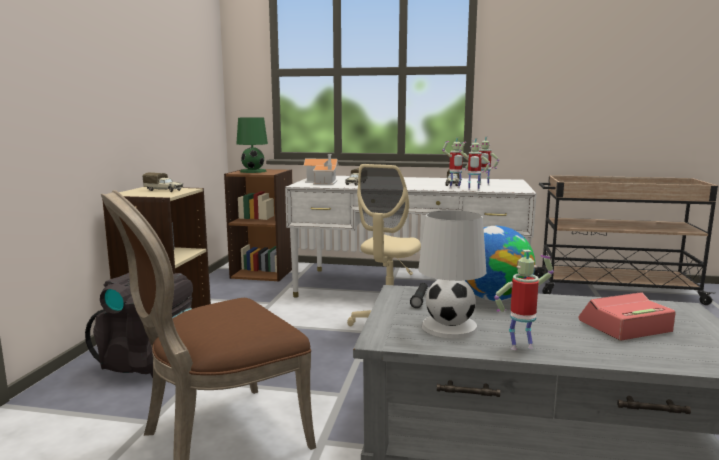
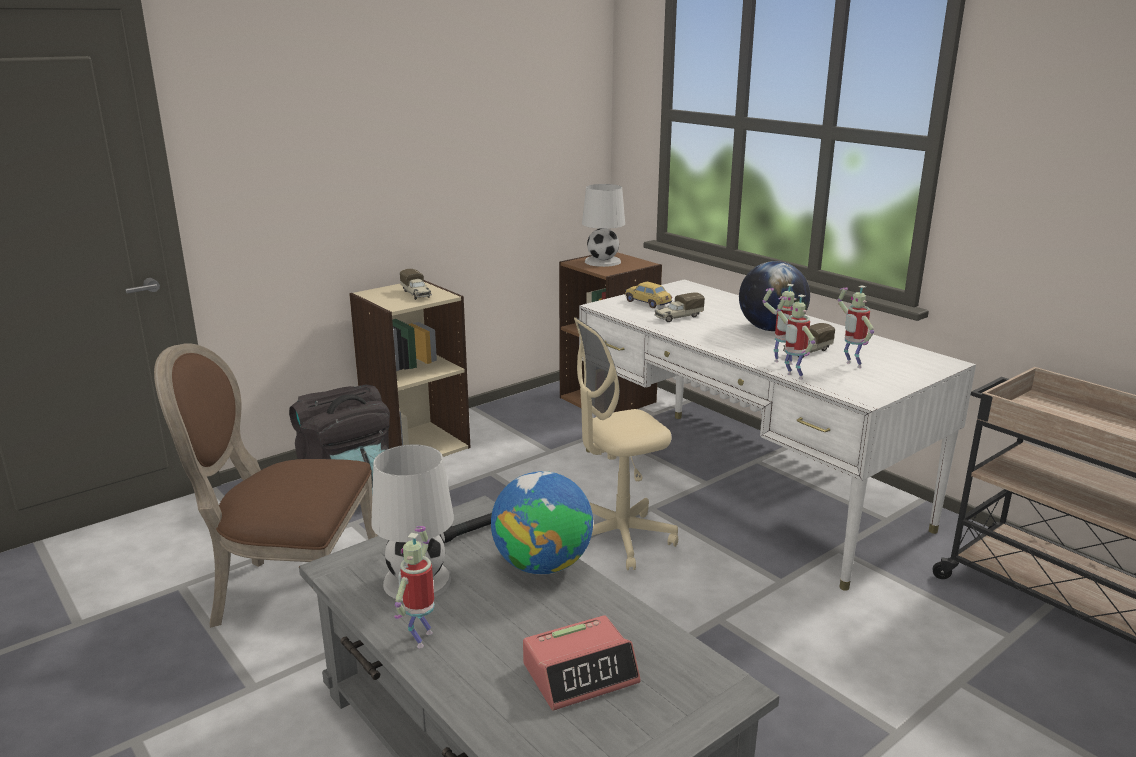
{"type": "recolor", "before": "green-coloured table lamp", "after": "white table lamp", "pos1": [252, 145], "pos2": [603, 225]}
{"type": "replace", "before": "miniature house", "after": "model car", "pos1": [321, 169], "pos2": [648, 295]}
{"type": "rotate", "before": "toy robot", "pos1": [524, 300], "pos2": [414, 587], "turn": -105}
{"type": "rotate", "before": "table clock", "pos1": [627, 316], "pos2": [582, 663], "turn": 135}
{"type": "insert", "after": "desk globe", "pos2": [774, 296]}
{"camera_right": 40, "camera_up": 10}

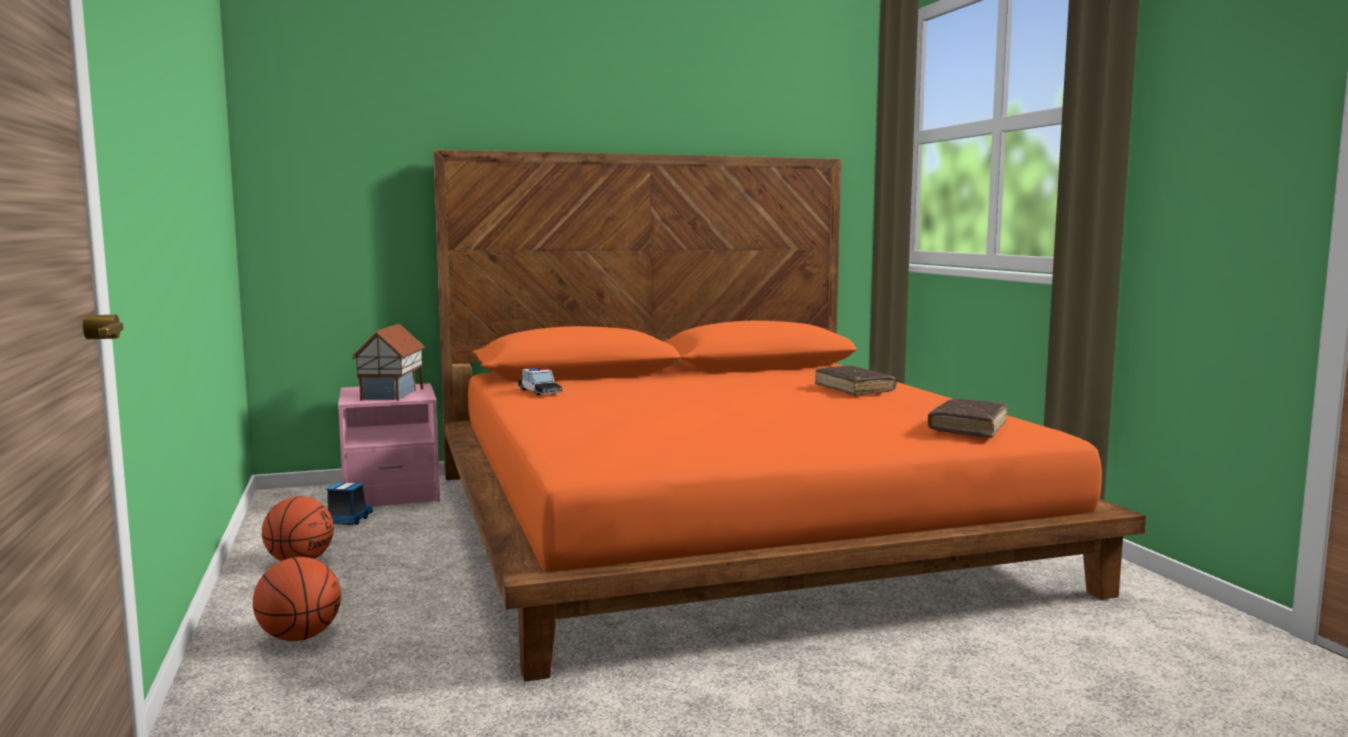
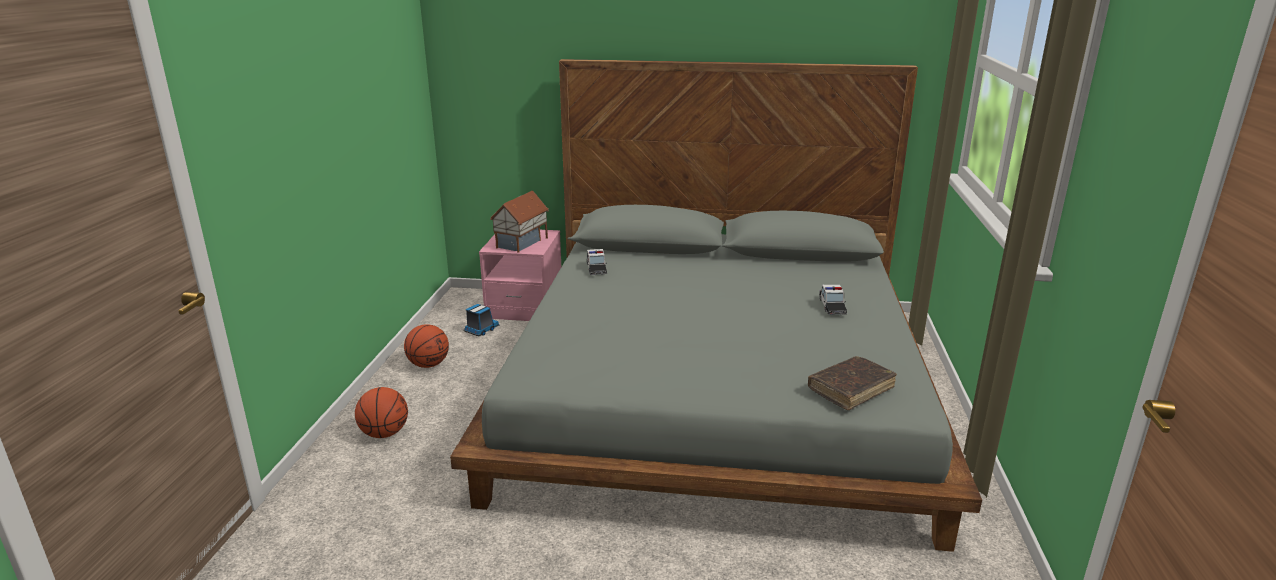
{"type": "recolor", "before": "orangey sleeping bed", "after": "grey sleeping bed", "pos1": [789, 415], "pos2": [716, 305]}
{"type": "replace", "before": "brownish bound book", "after": "model car", "pos1": [856, 380], "pos2": [833, 300]}
{"camera_right": 25, "camera_up": 15}

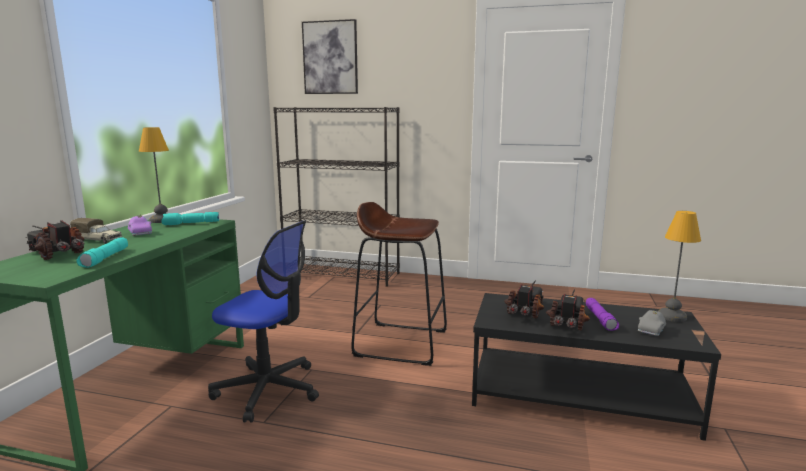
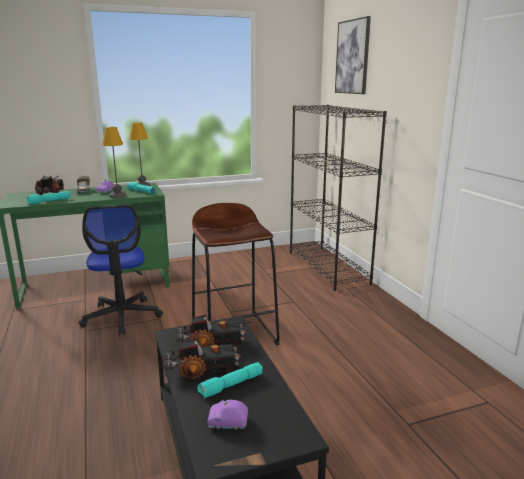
{"type": "recolor", "before": "purple-coloured hand torch", "after": "blue-green hand torch", "pos1": [602, 314], "pos2": [230, 380]}
{"type": "recolor", "before": "grey model car", "after": "purple-coloured model car", "pos1": [652, 323], "pos2": [227, 415]}
{"type": "move", "before": "table lamp", "pos1": [679, 266], "pos2": [114, 162]}
{"camera_right": 55, "camera_up": 5}

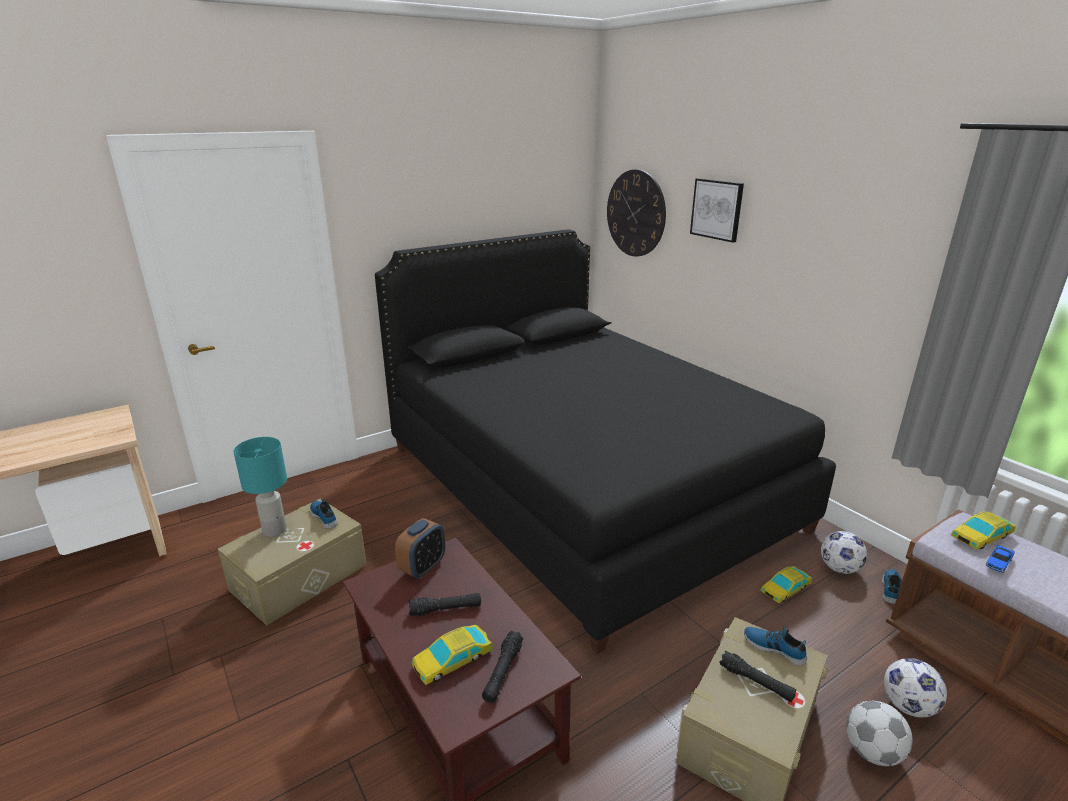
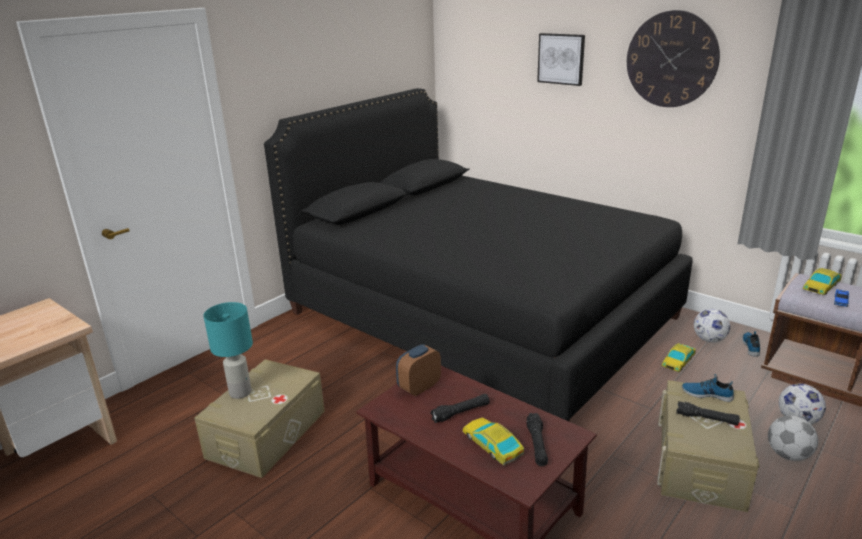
{"type": "delete", "before": "item of footwear", "pos1": [324, 513]}
{"type": "rotate", "before": "table clock", "pos1": [420, 548], "pos2": [418, 370], "turn": -150}
{"type": "rotate", "before": "model car", "pos1": [452, 655], "pos2": [493, 442], "turn": 105}
{"type": "move", "before": "clock on the wall", "pos1": [636, 213], "pos2": [673, 58]}
{"camera_right": -15, "camera_up": 0}

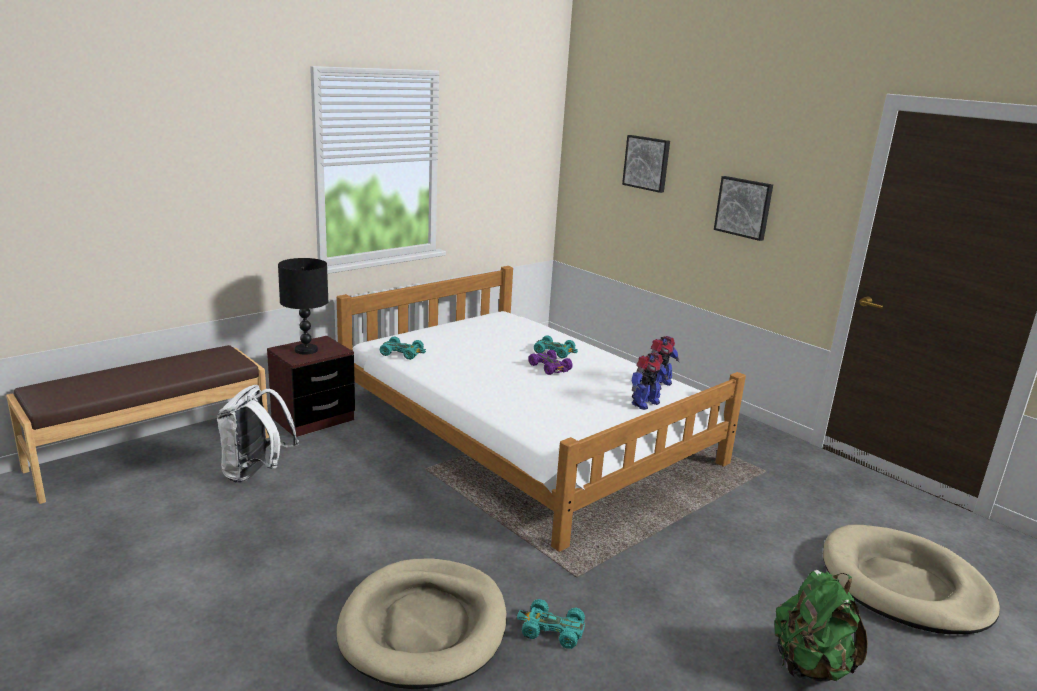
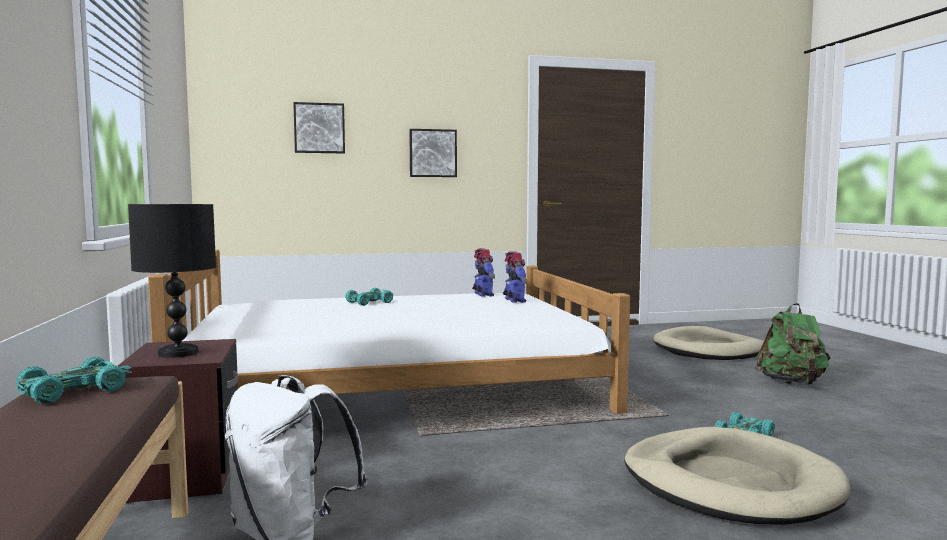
{"type": "move", "before": "blue-green model car", "pos1": [403, 348], "pos2": [73, 380]}
{"type": "delete", "before": "purple-coloured model car", "pos1": [550, 362]}
{"camera_right": -60, "camera_up": -15}

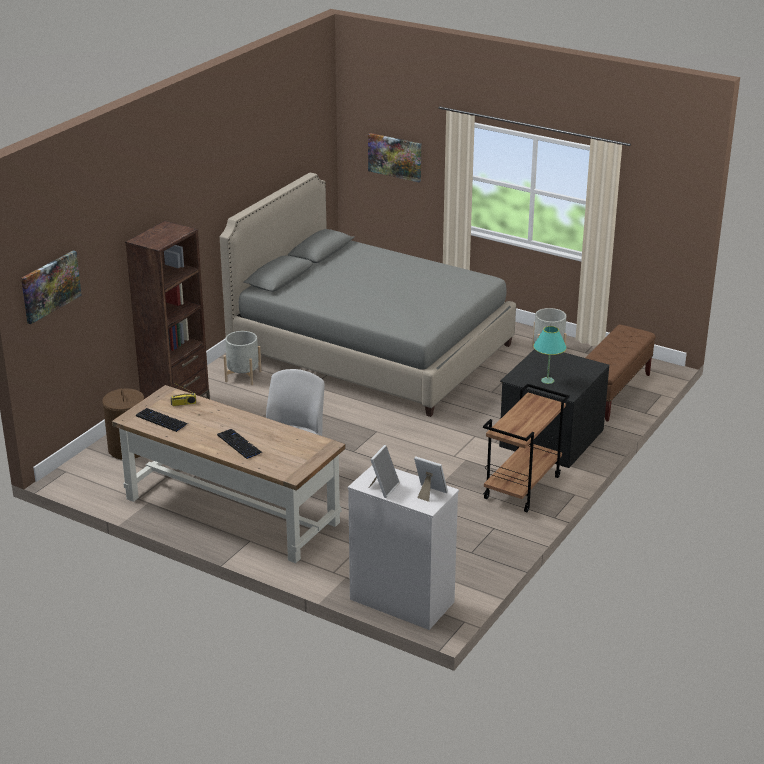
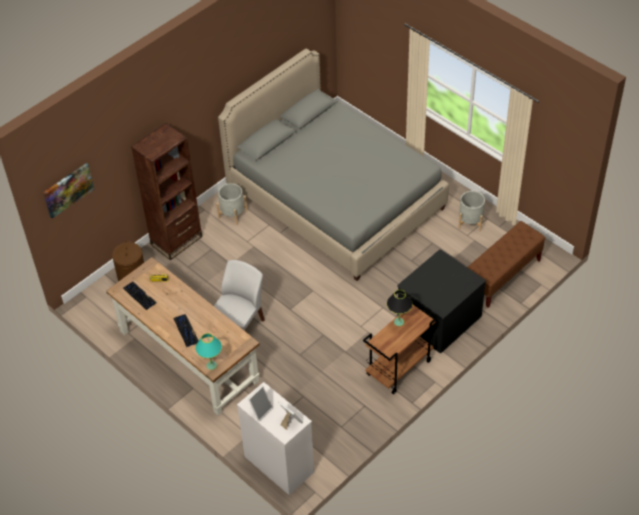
{"type": "delete", "before": "wall art", "pos1": [394, 157]}
{"type": "move", "before": "blue-green table lamp", "pos1": [550, 355], "pos2": [209, 351]}
{"type": "insert", "after": "black-coloured table lamp", "pos2": [400, 308]}
{"camera_right": 15, "camera_up": 20}

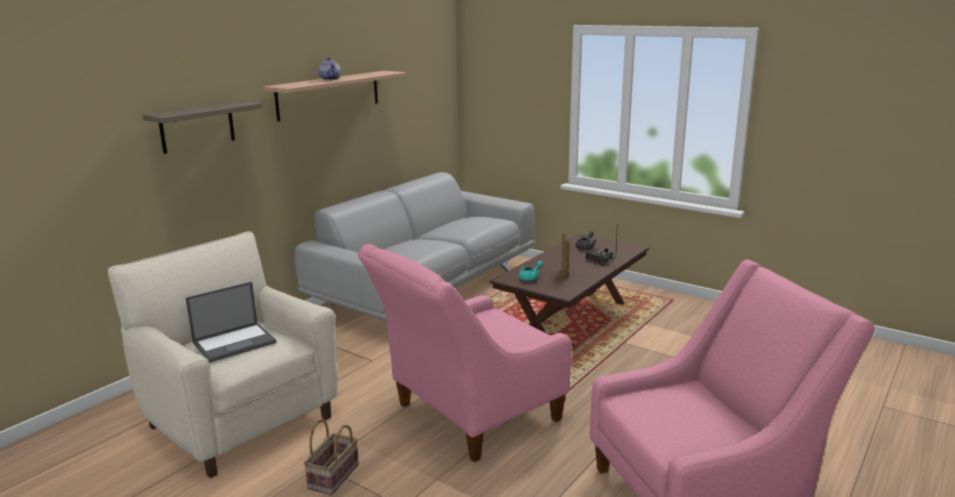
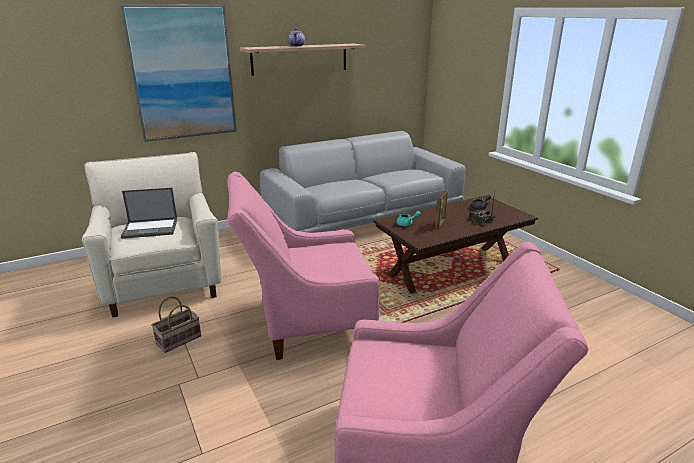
{"type": "replace", "before": "wall shelf", "after": "wall art", "pos1": [202, 127], "pos2": [178, 73]}
{"camera_right": 25, "camera_up": 5}

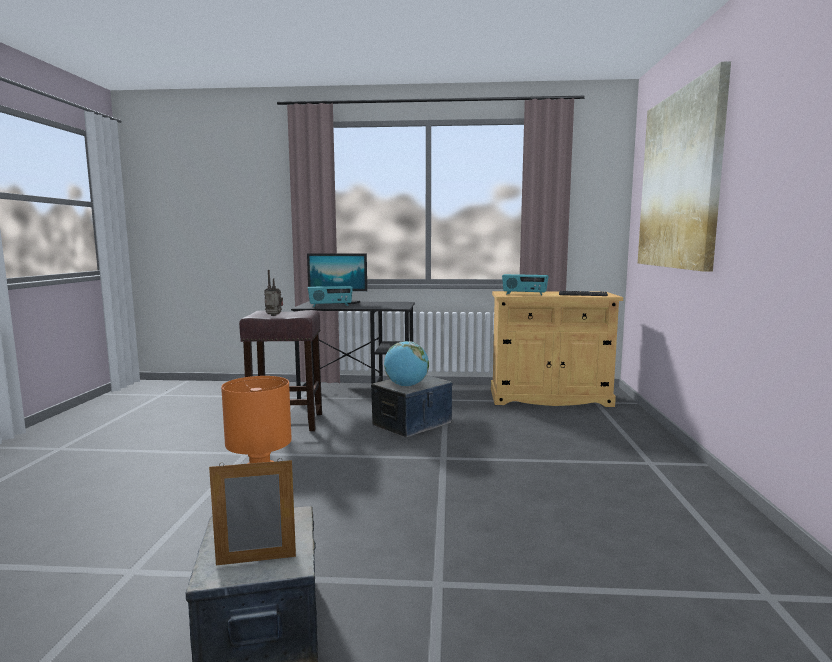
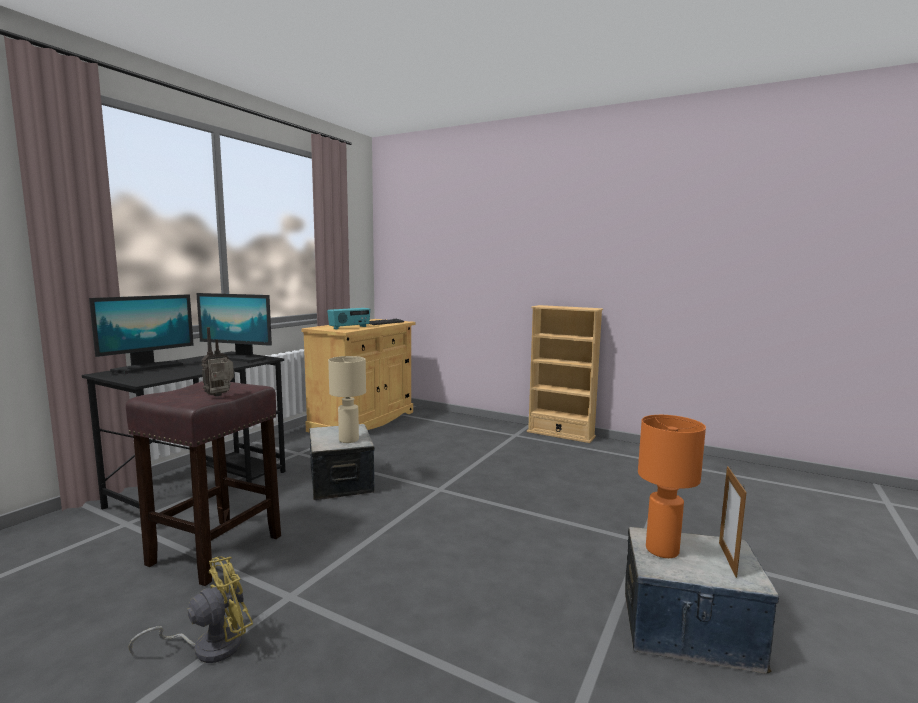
{"type": "delete", "before": "radio receiver", "pos1": [330, 296]}
{"type": "replace", "before": "desk globe", "after": "beige-coloured table lamp", "pos1": [406, 364], "pos2": [347, 399]}
{"type": "delete", "before": "wall art", "pos1": [684, 166]}
{"type": "insert", "after": "yellowish fan", "pos2": [191, 609]}
{"type": "insert", "after": "monitor", "pos2": [234, 328]}
{"type": "insert", "after": "beige-coloured bookcase", "pos2": [565, 374]}
{"camera_right": -65, "camera_up": 0}

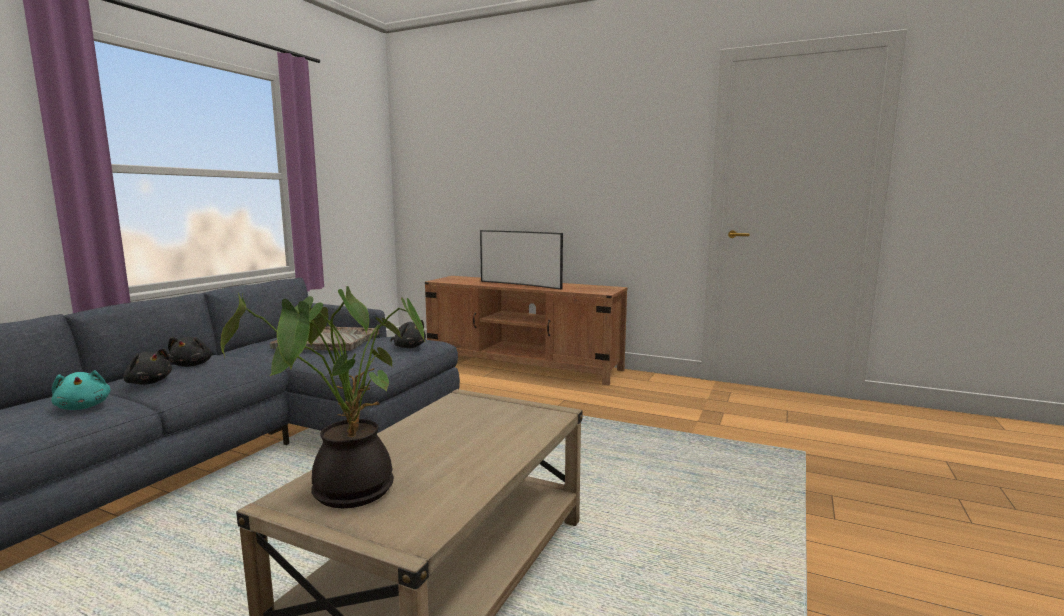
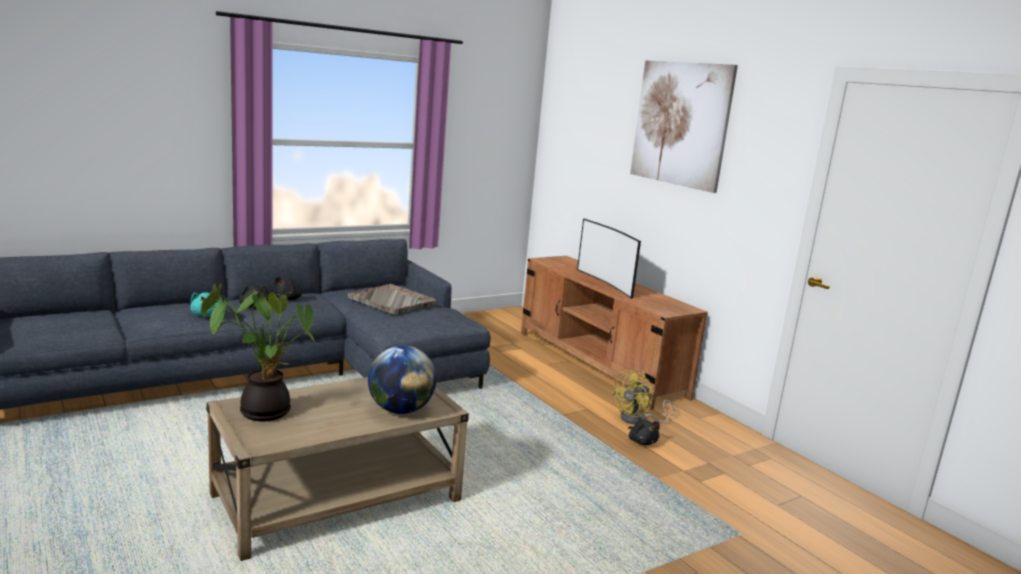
{"type": "move", "before": "black-coloured plush toy", "pos1": [408, 334], "pos2": [644, 432]}
{"type": "insert", "after": "desk globe", "pos2": [402, 379]}
{"type": "insert", "after": "yellowish fan", "pos2": [643, 397]}
{"type": "insert", "after": "wall art", "pos2": [684, 126]}
{"camera_right": 30, "camera_up": 5}

